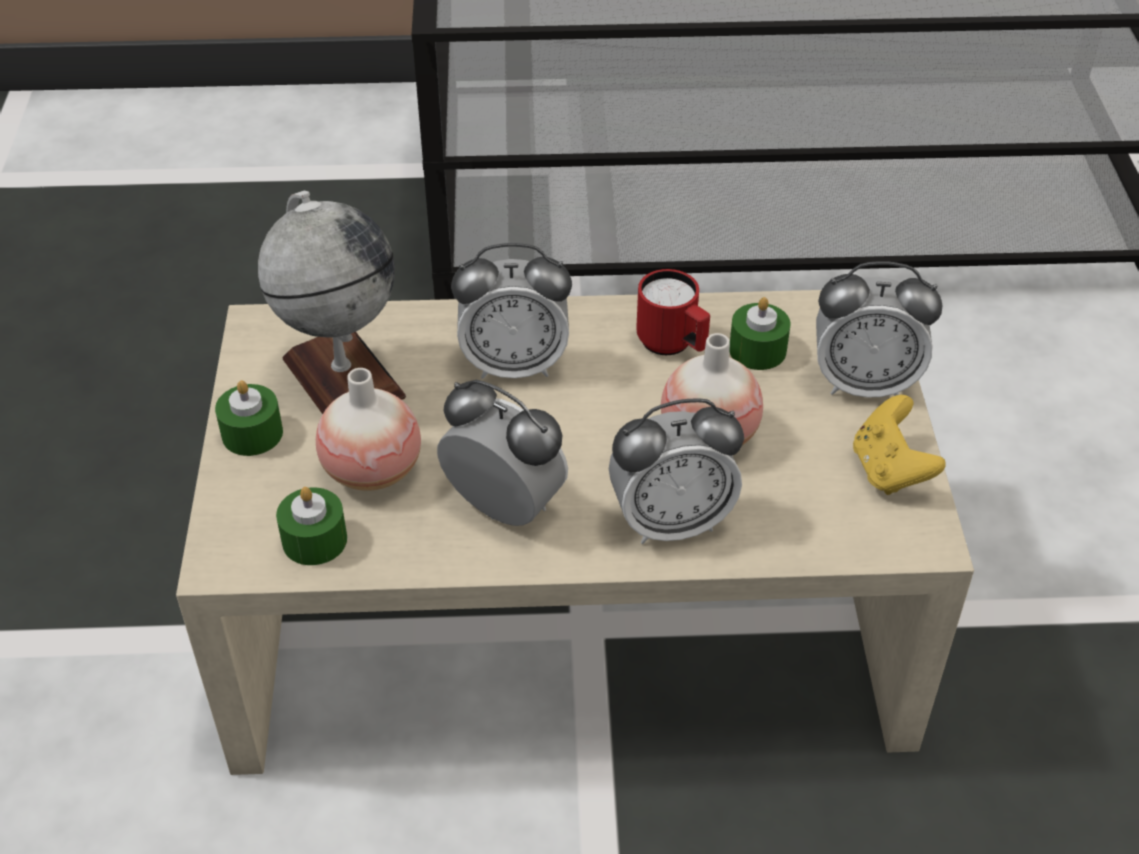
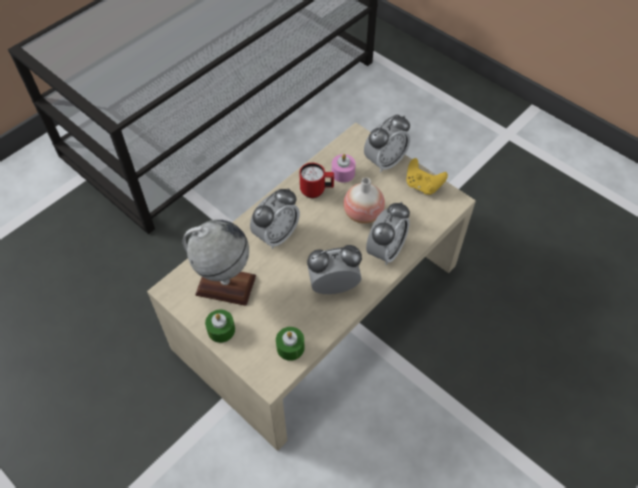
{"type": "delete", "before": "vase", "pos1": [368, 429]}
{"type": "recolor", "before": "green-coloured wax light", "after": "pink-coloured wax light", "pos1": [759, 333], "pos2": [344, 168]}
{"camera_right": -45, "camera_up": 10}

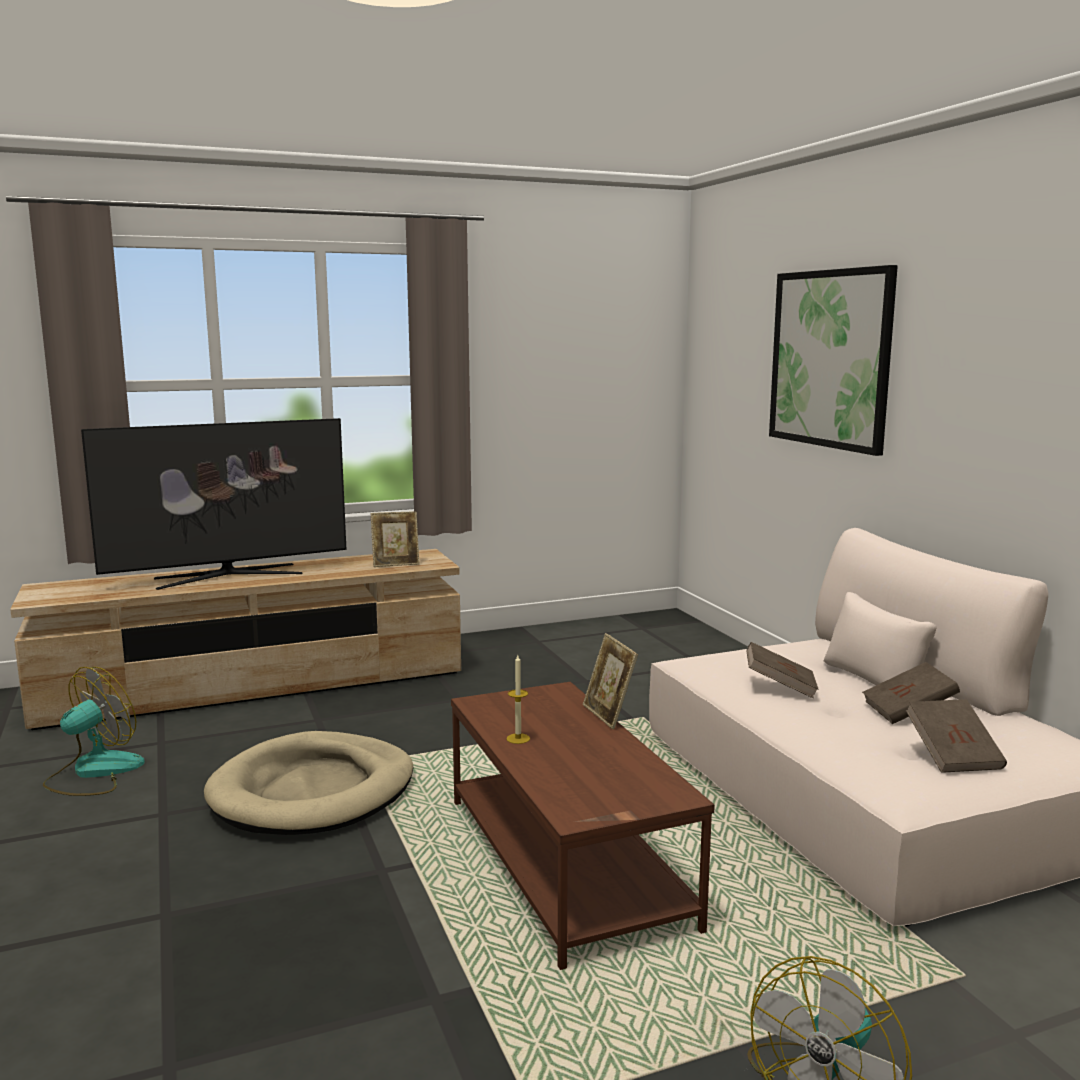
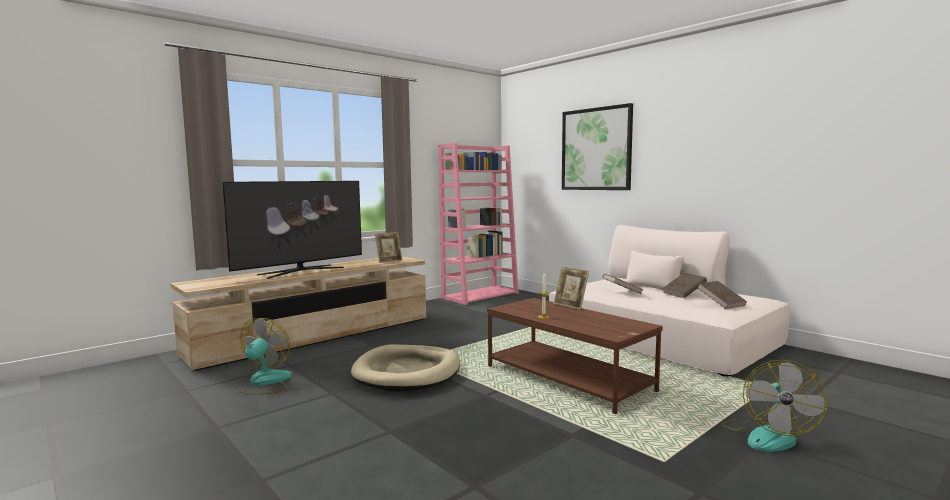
{"type": "insert", "after": "pink-coloured bookcase", "pos2": [479, 224]}
{"camera_right": -20, "camera_up": -5}

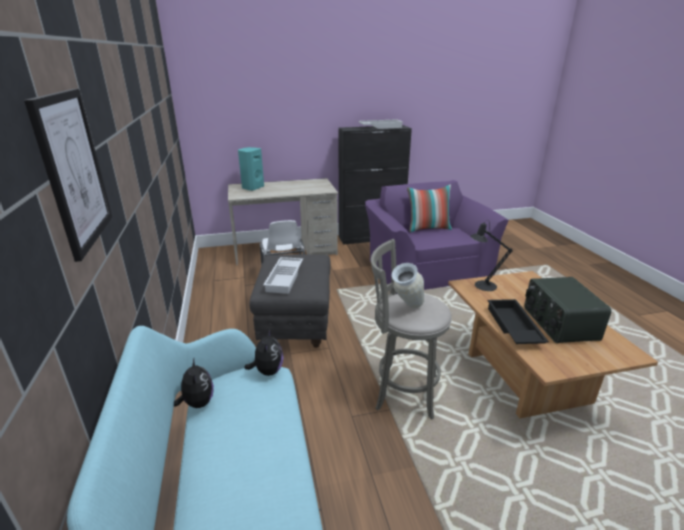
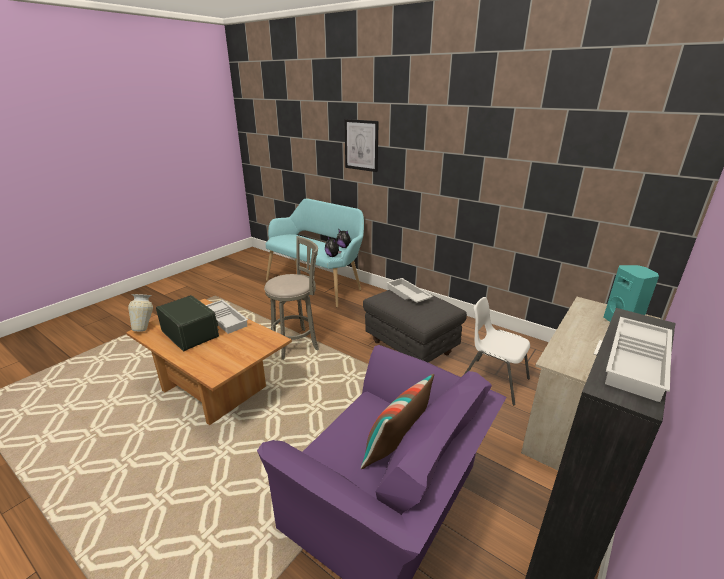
{"type": "move", "before": "vase", "pos1": [408, 285], "pos2": [140, 312]}
{"type": "delete", "before": "black-coloured table lamp", "pos1": [491, 255]}
{"type": "recolor", "before": "black-coloured tray", "after": "white tray", "pos1": [518, 321], "pos2": [227, 317]}
{"camera_right": 140, "camera_up": 0}

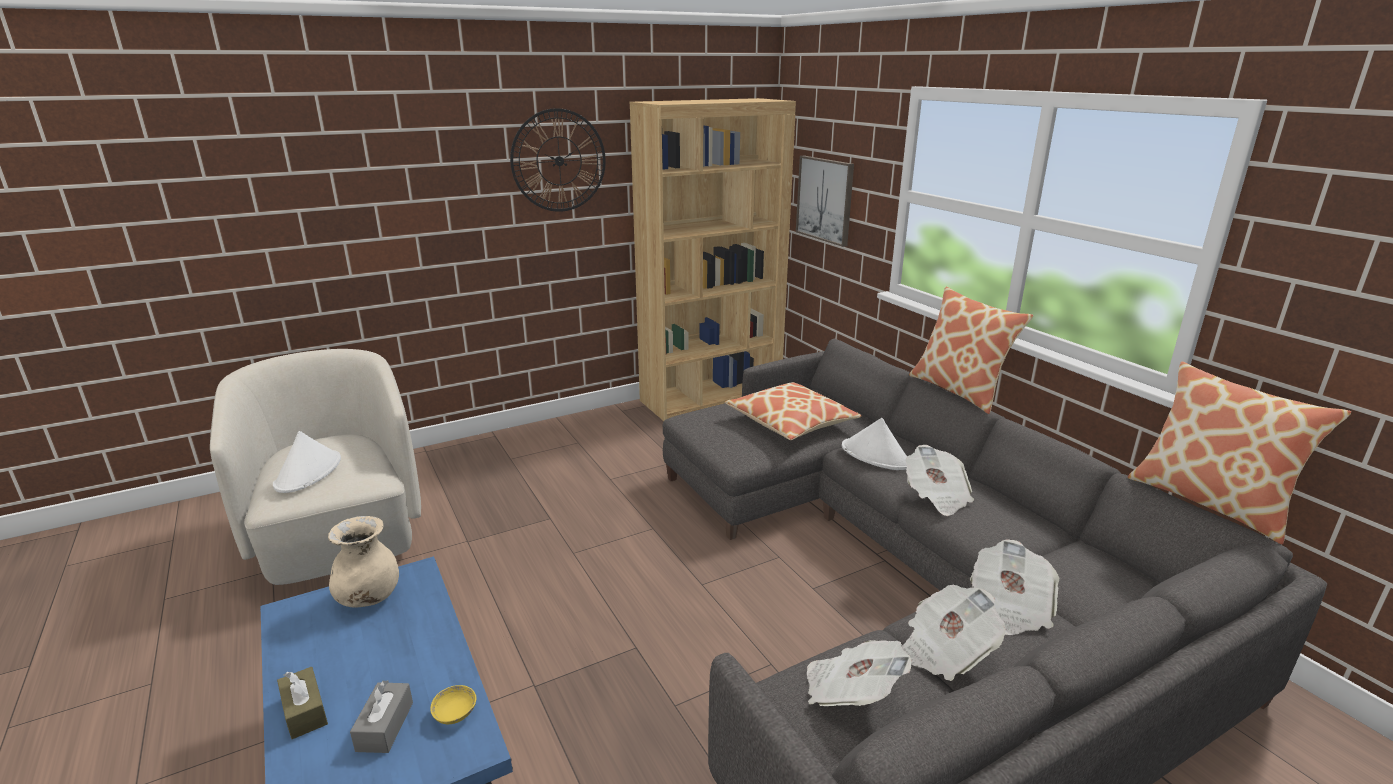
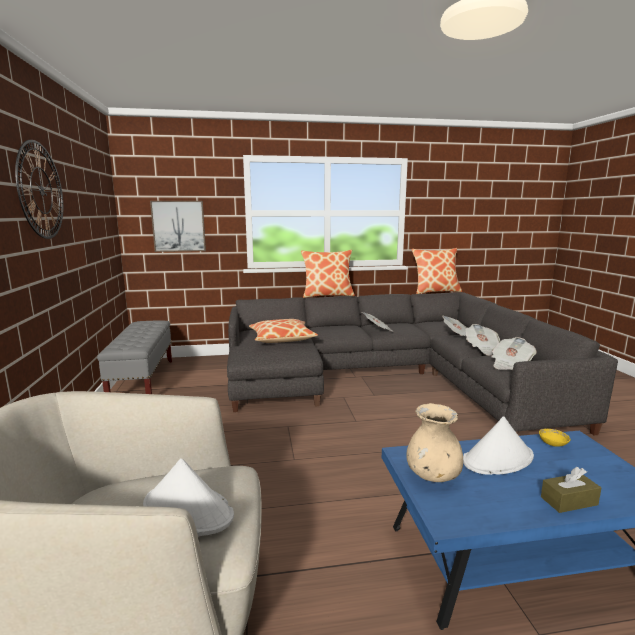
{"type": "delete", "before": "grey tissue box", "pos1": [381, 716]}
{"type": "replace", "before": "brownish bookcase", "after": "grey long seat", "pos1": [713, 259], "pos2": [134, 357]}
{"type": "move", "before": "white hat", "pos1": [875, 444], "pos2": [498, 445]}
{"camera_right": -70, "camera_up": -10}

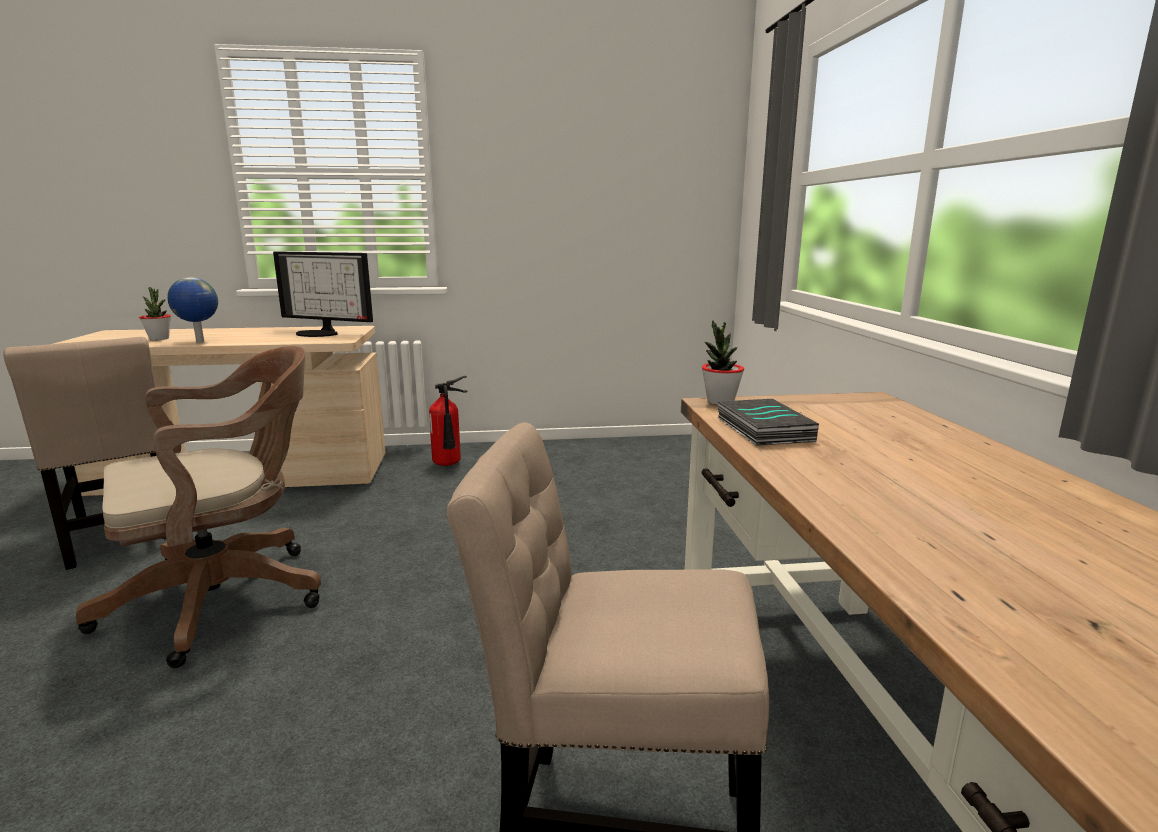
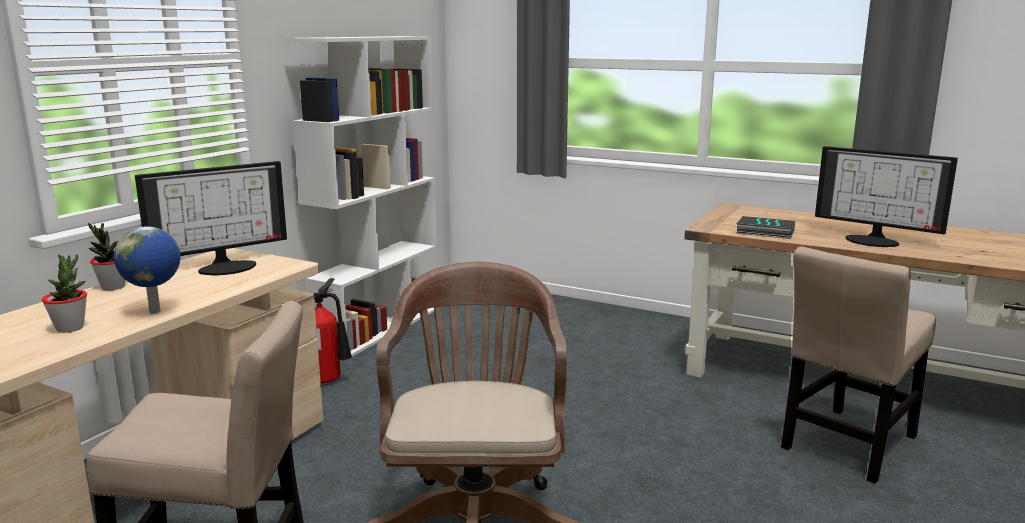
{"type": "move", "before": "plant in a pot", "pos1": [723, 362], "pos2": [107, 256]}
{"type": "insert", "after": "white bookcase", "pos2": [361, 196]}
{"type": "insert", "after": "monitor", "pos2": [886, 196]}
{"camera_right": -55, "camera_up": 0}

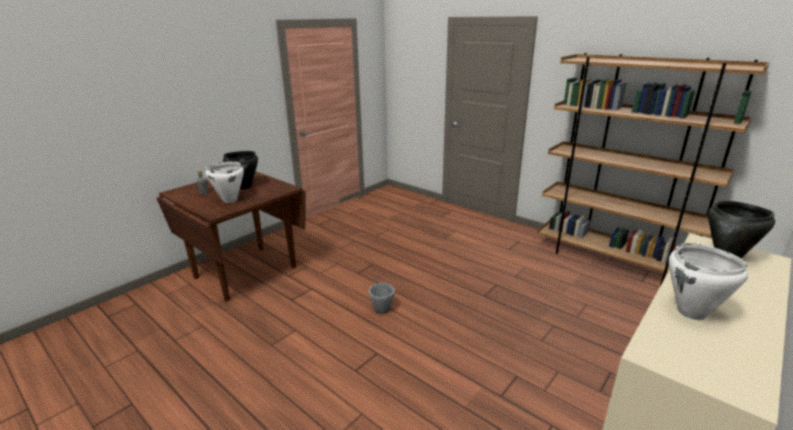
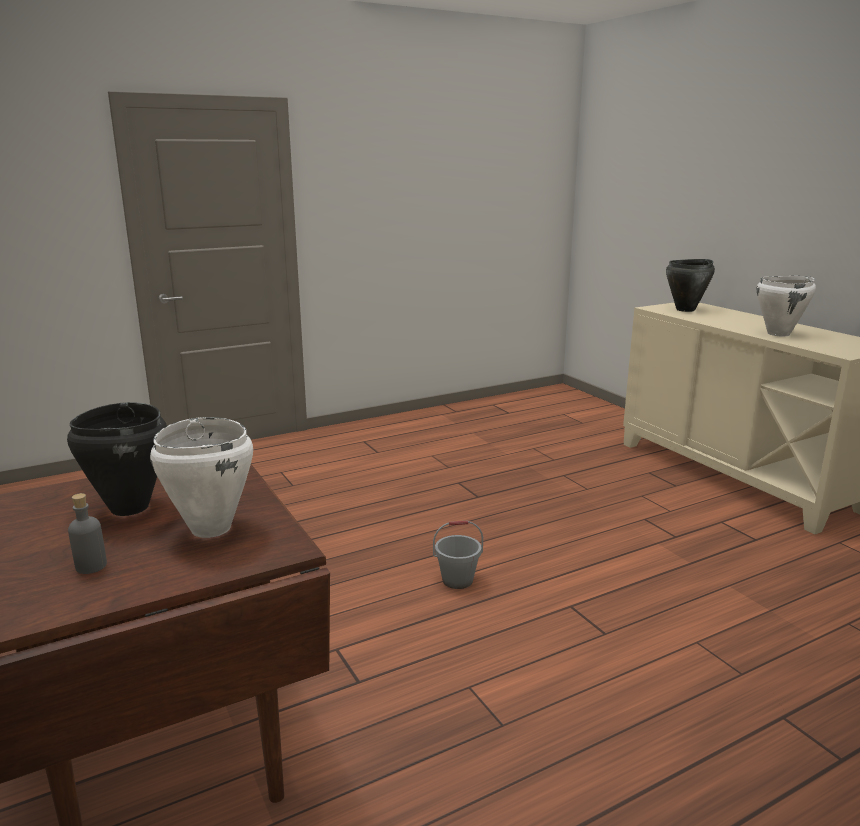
{"type": "delete", "before": "brownish bookcase", "pos1": [653, 169]}
{"camera_right": -70, "camera_up": -5}

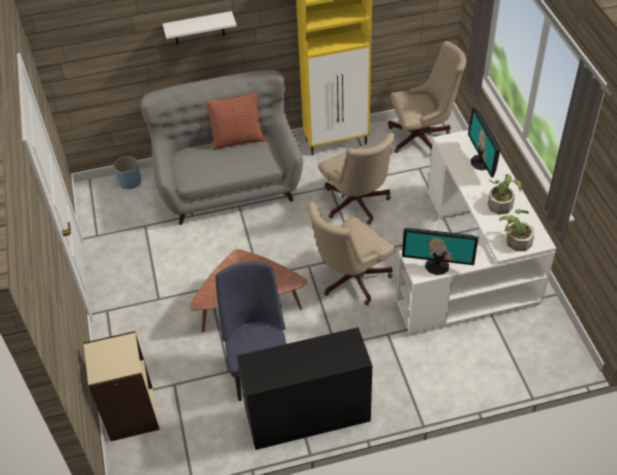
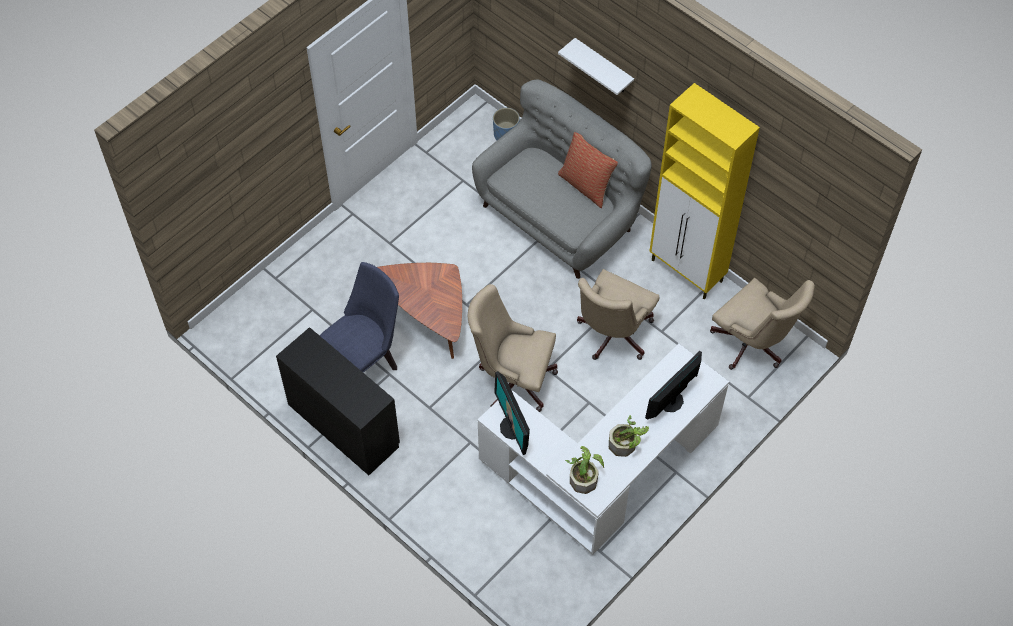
{"type": "delete", "before": "beige-coloured bookcase", "pos1": [122, 386]}
{"camera_right": 55, "camera_up": 10}

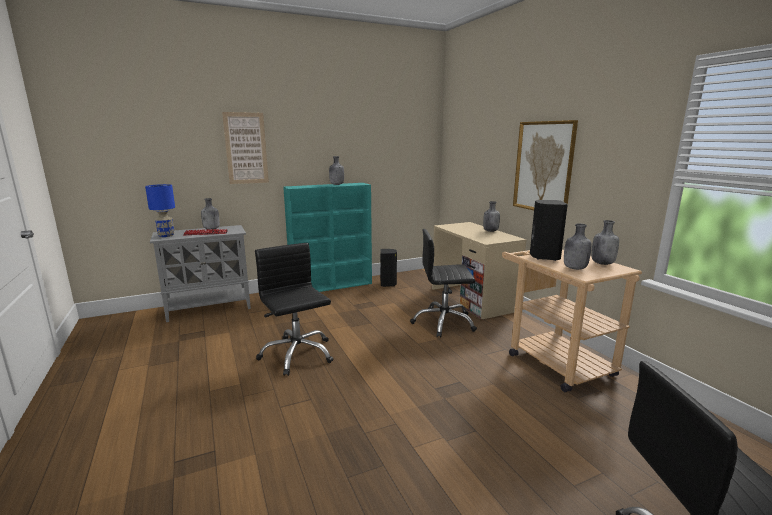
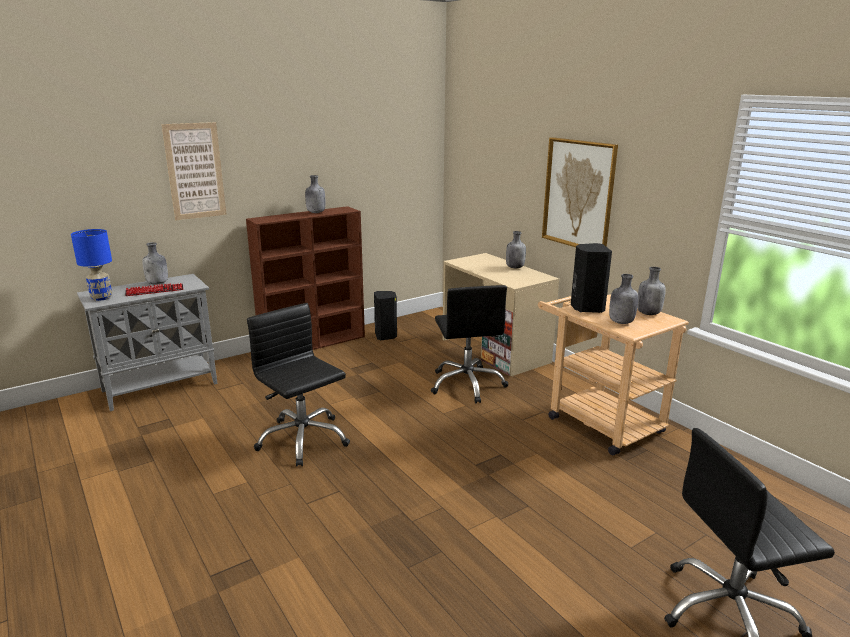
{"type": "recolor", "before": "blue-green bookcase", "after": "brownish bookcase", "pos1": [327, 237], "pos2": [305, 278]}
{"type": "rotate", "before": "black-coloured computer chair", "pos1": [443, 283], "pos2": [469, 344], "turn": -90}
{"camera_right": -10, "camera_up": 5}

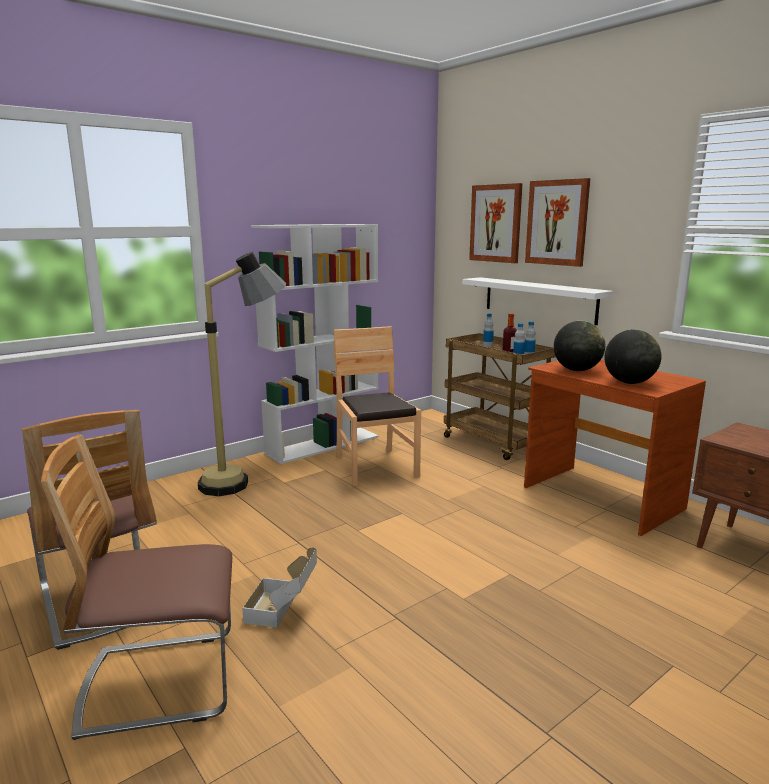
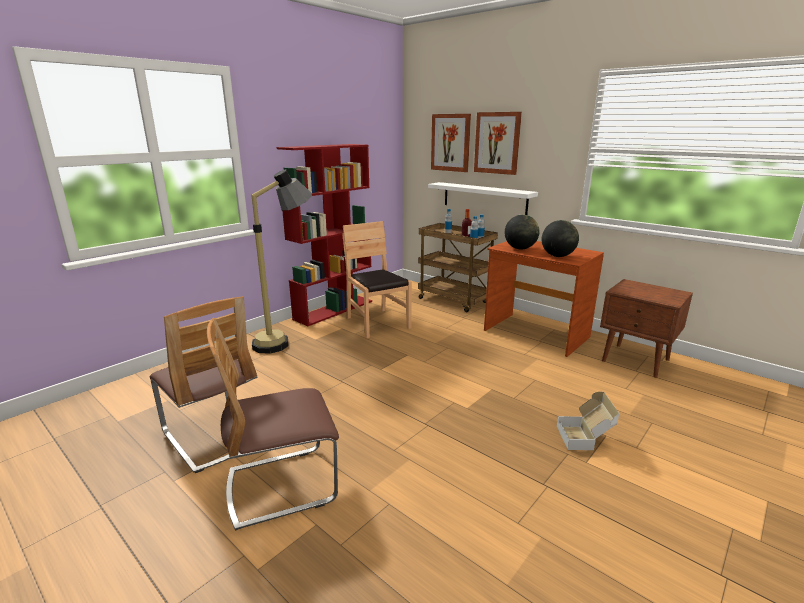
{"type": "move", "before": "carton", "pos1": [279, 587], "pos2": [588, 421]}
{"type": "recolor", "before": "white bookcase", "after": "reddish bookcase", "pos1": [315, 344], "pos2": [324, 235]}
{"camera_right": -10, "camera_up": 5}

